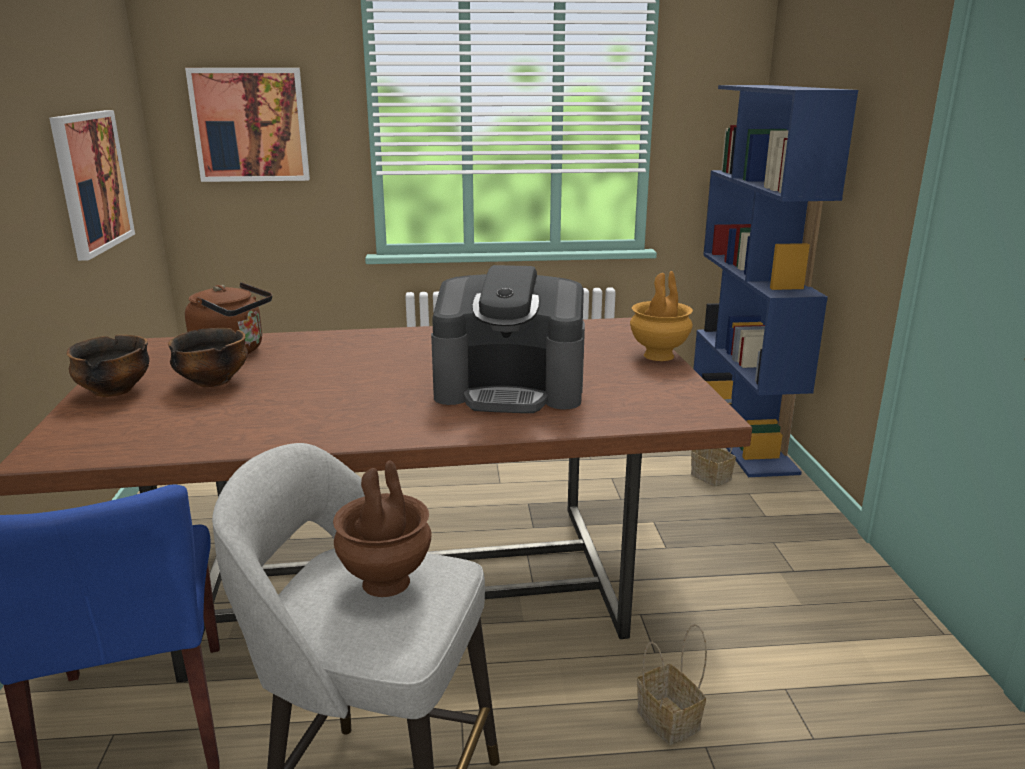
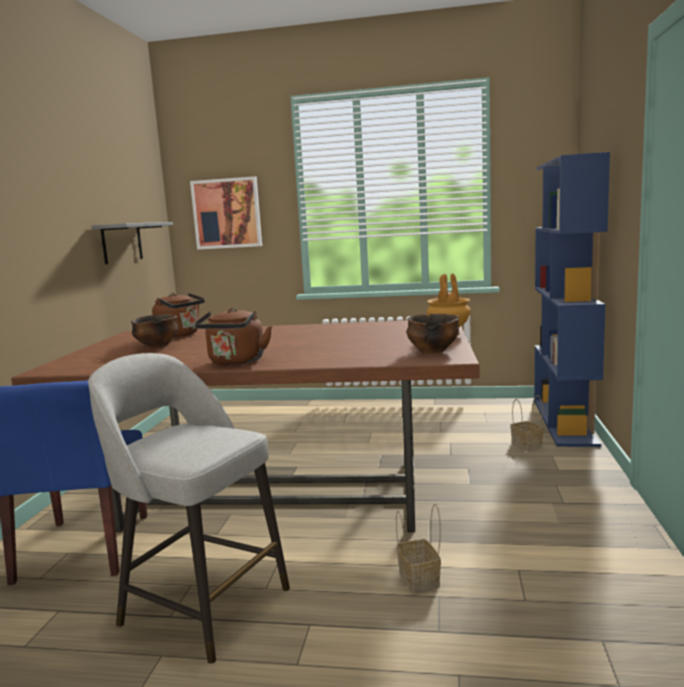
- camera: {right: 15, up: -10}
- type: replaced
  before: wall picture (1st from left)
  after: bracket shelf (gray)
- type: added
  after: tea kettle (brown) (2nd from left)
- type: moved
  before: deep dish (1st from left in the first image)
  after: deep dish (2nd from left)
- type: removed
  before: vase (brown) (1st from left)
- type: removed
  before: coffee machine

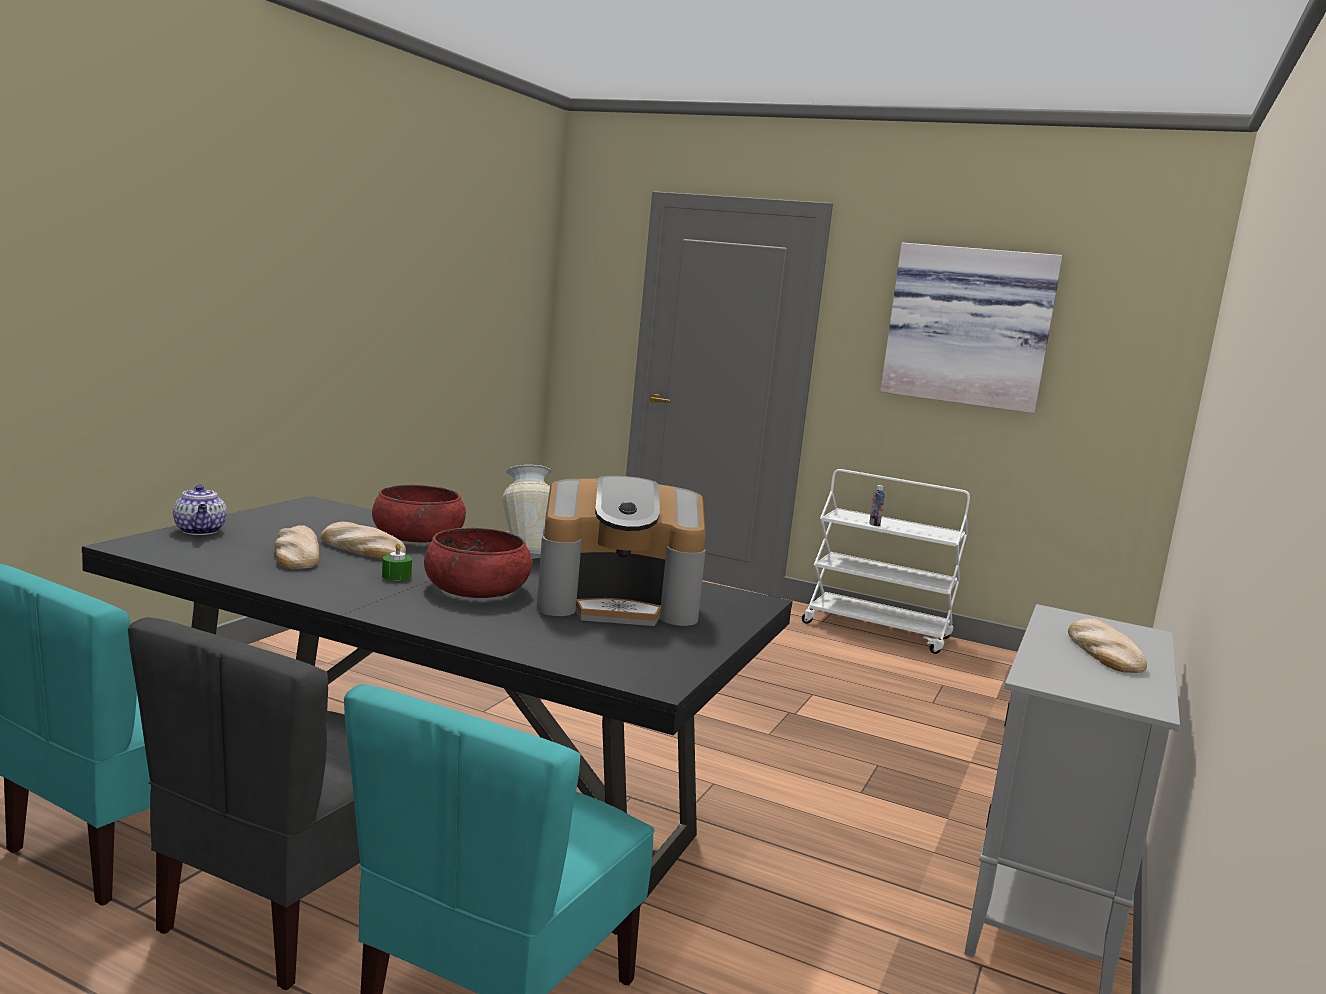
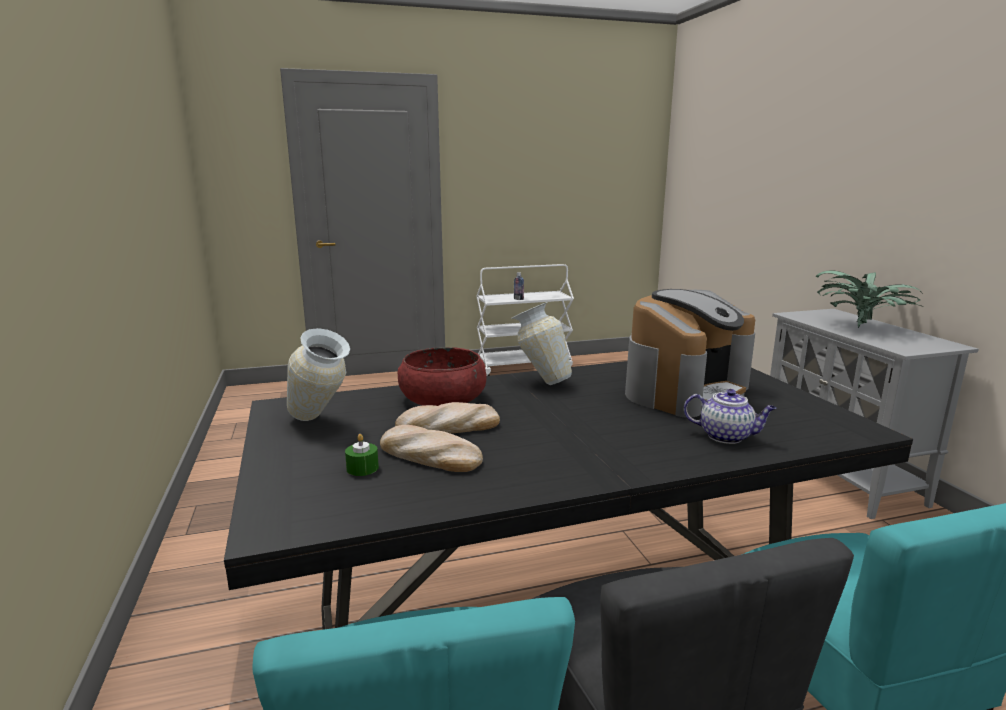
- camera: {right: -40, up: 5}
- type: added
  after: vase (1st from left)
- type: moved
  before: candle (greenish)
- type: moved
  before: pot for tea
- type: replaced
  before: bakery bread (3rd from left)
  after: plant in a pot
- type: removed
  before: deep dish (reddish) (2nd from left)
- type: removed
  before: wall picture

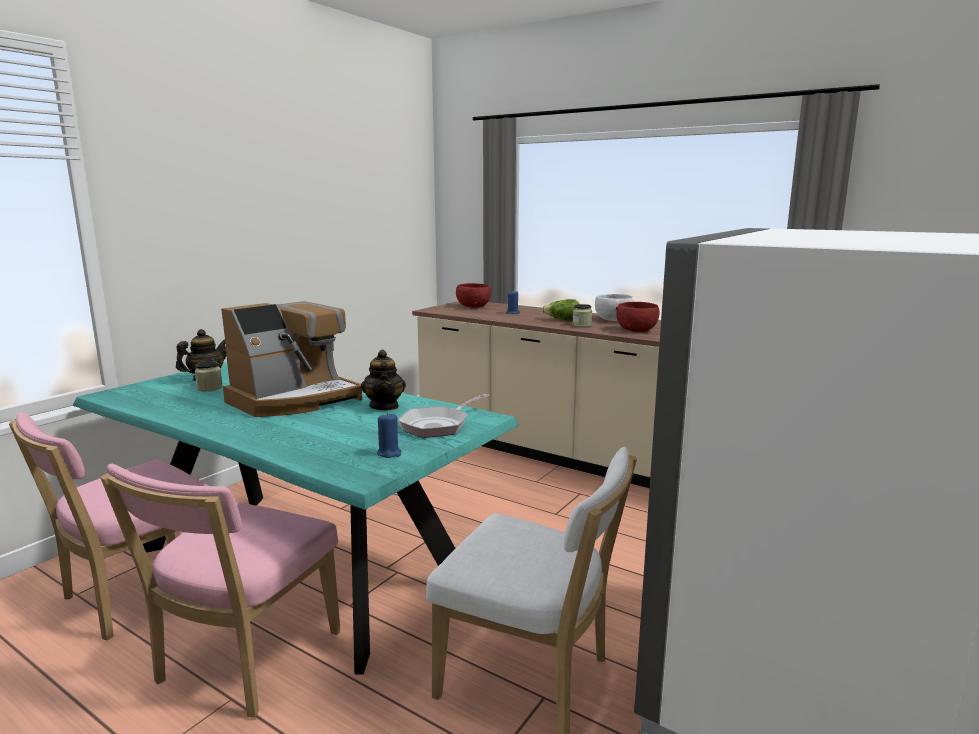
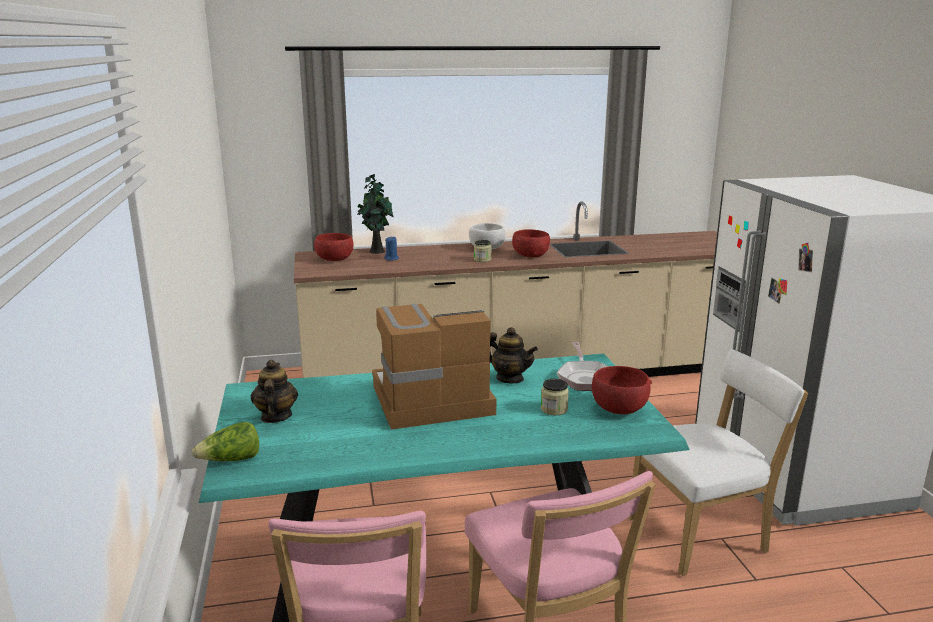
- camera: {right: -45, up: 5}
- type: moved
  before: lettuce
- type: added
  after: plant in a pot
- type: turned
  before: coffee machine
  turn: -105
- type: moved
  before: preserve jar (1st from left in the first image)
  after: preserve jar (2nd from left)
- type: replaced
  before: candle (blue) (1st from left)
  after: deep dish (reddish) (3rd from left)

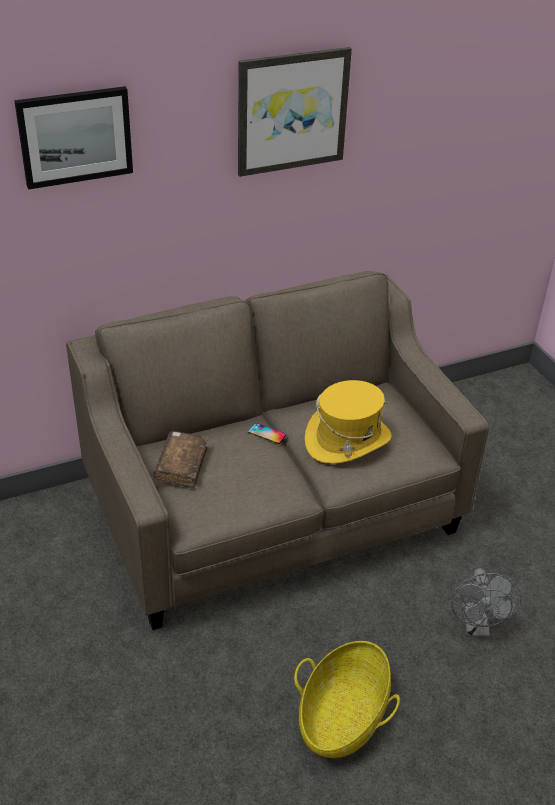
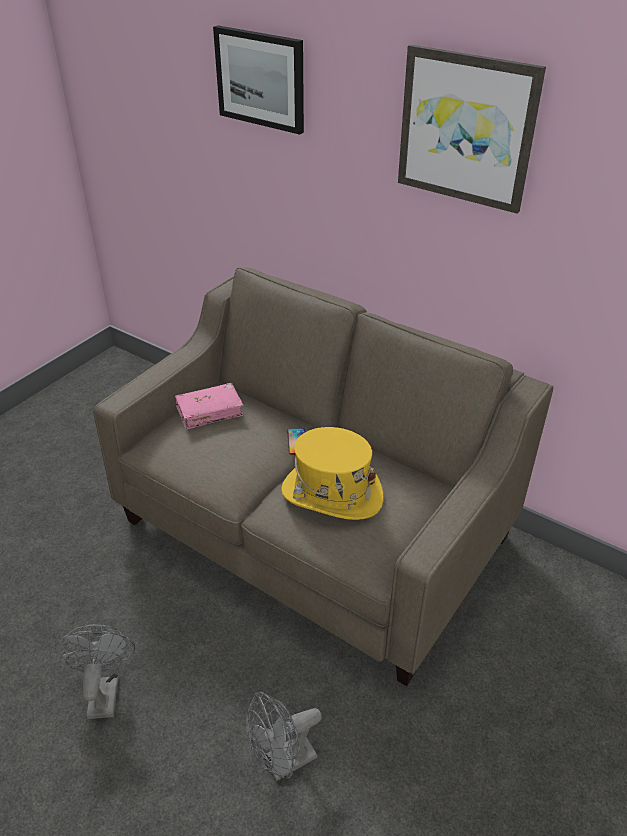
- camera: {right: 60, up: 0}
- type: replaced
  before: storage basket
  after: cooling fan (gray) (1st from left)
- type: recoloured
  before: bound book (brown)
  after: bound book (pink-coloured)

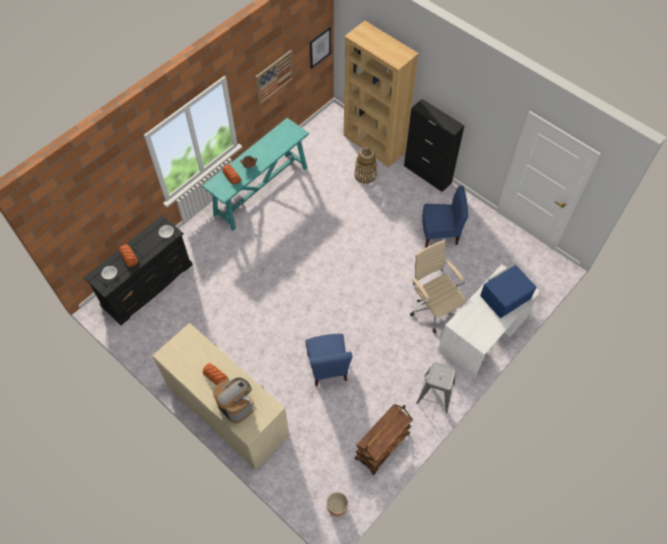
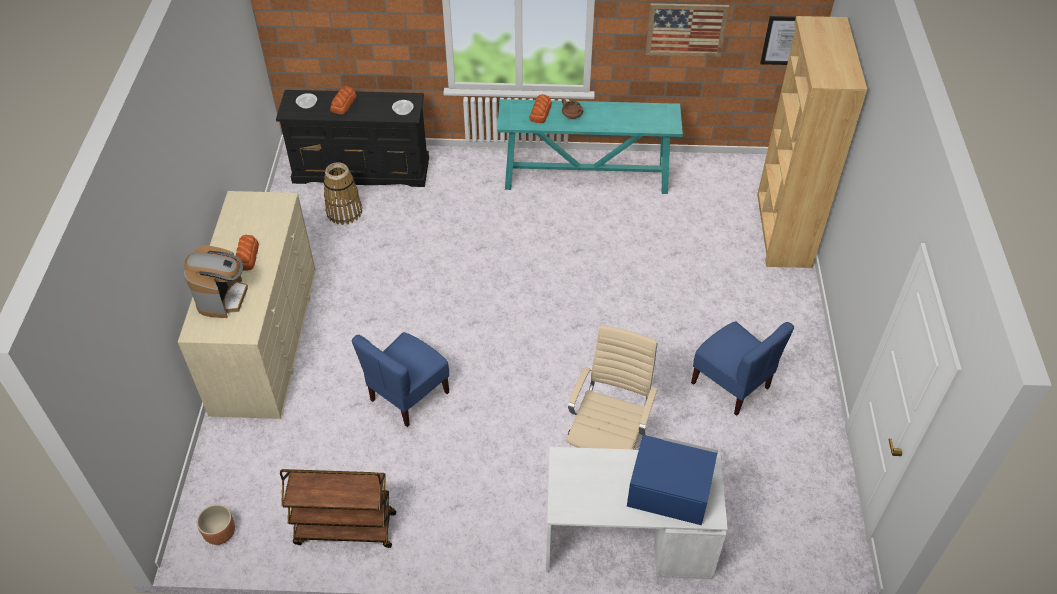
- camera: {right: 50, up: -10}
- type: moved
  before: storage basket
- type: removed
  before: cupboard (blackish)
- type: removed
  before: stool (gray)

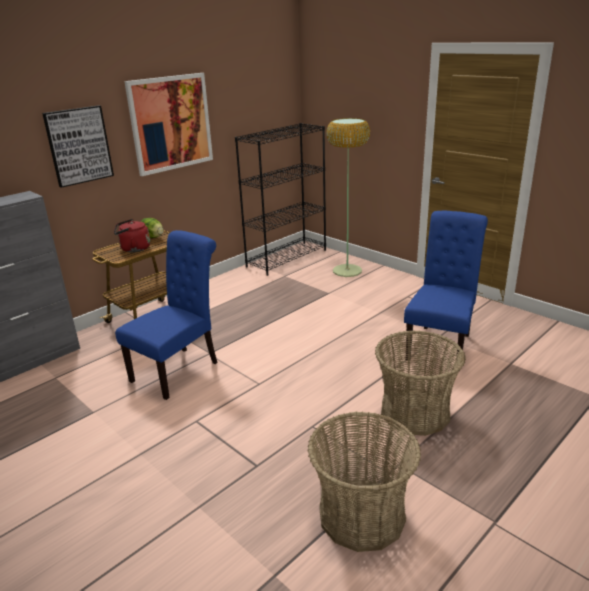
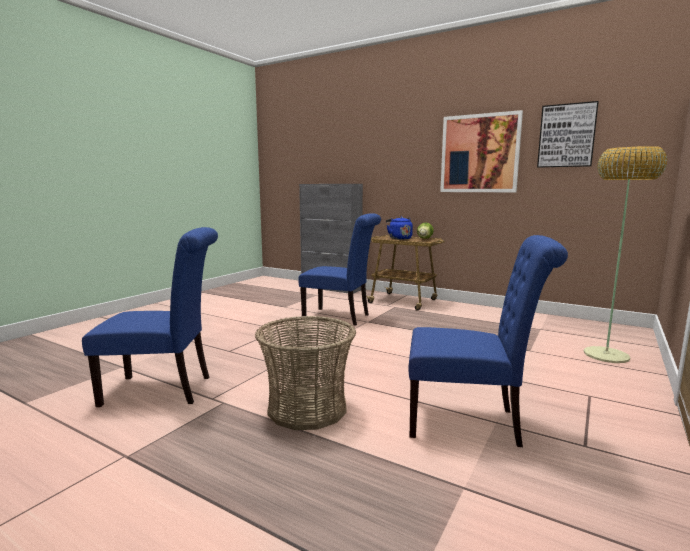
- camera: {right: 75, up: -15}
- type: replaced
  before: storage basket (1st from left)
  after: plain chair (blue) (1st from left)
- type: recoloured
  before: tea kettle (reddish)
  after: tea kettle (blue)
- type: moved
  before: wall picture (1st from left in the first image)
  after: wall picture (2nd from left)
- type: removed
  before: bookshelf (blackish)

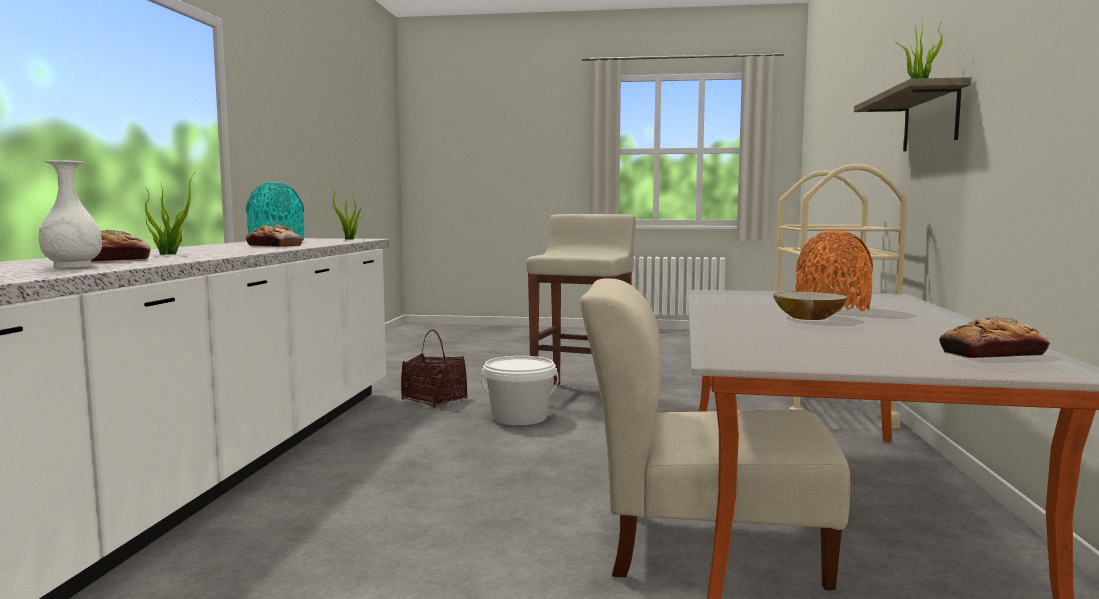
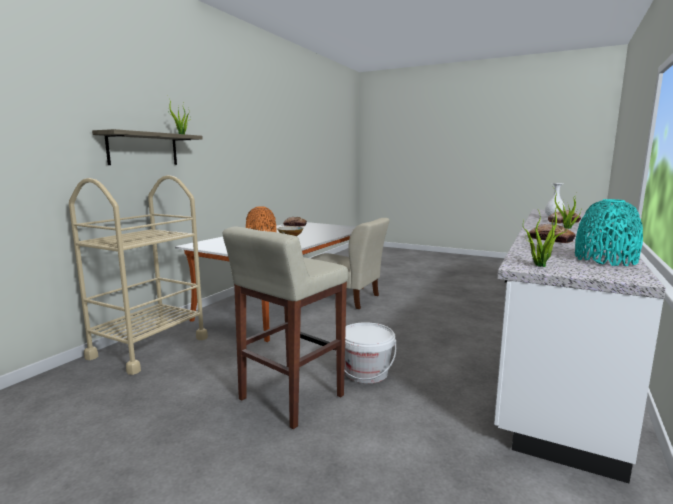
- camera: {right: -160, up: 5}
- type: removed
  before: storage basket

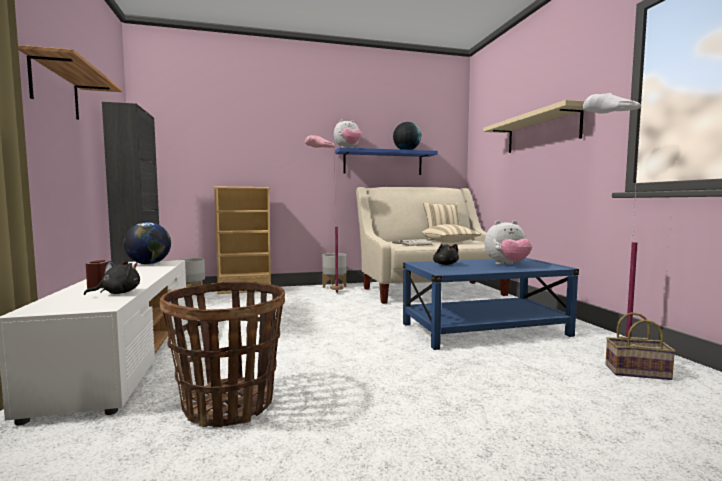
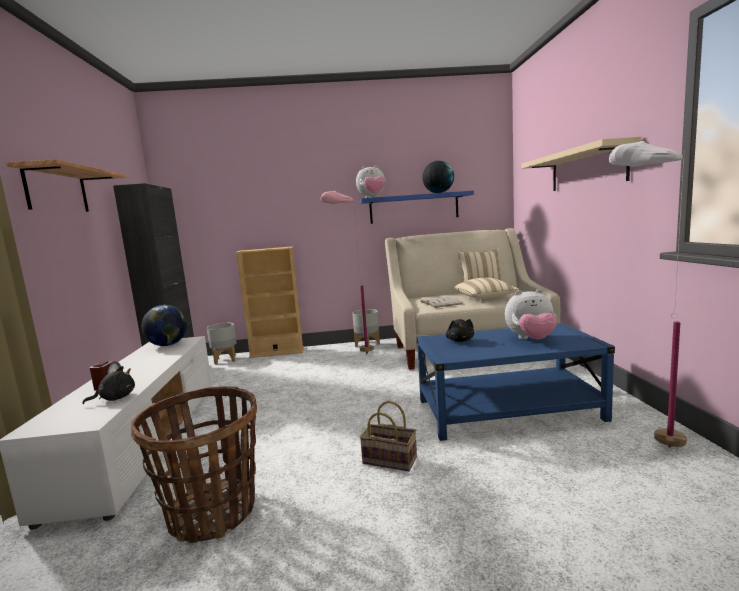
- camera: {right: 10, up: 5}
- type: moved
  before: storage basket (2nd from left)

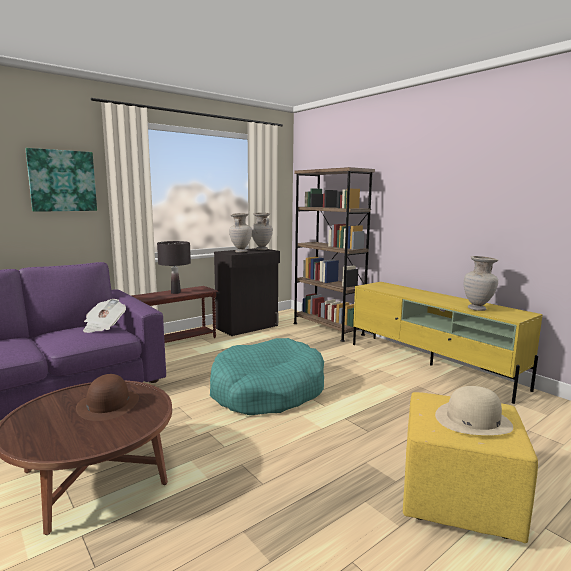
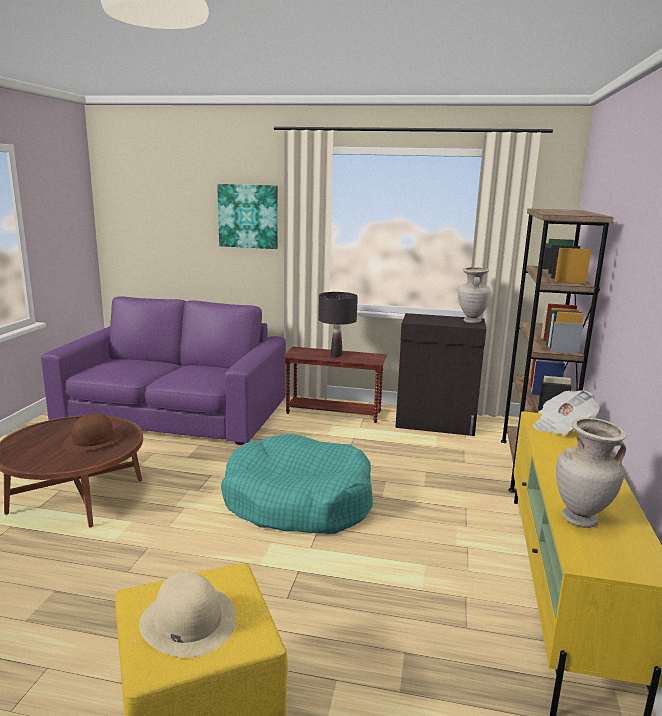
- camera: {right: 50, up: 5}
- type: moved
  before: printed paper
- type: removed
  before: vase (sand-coloured) (1st from left)

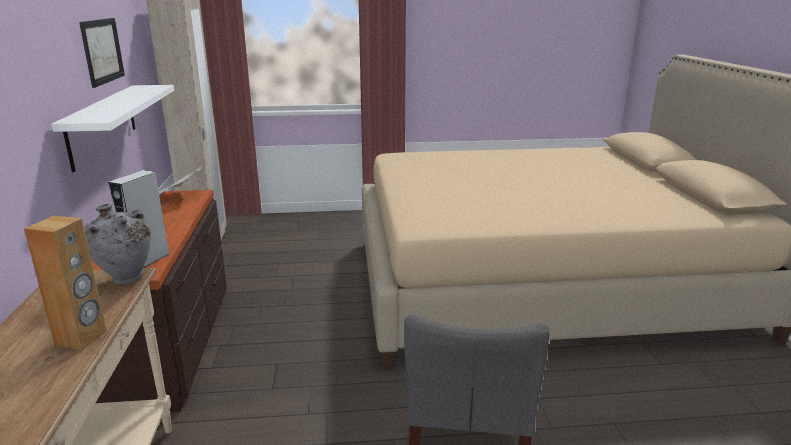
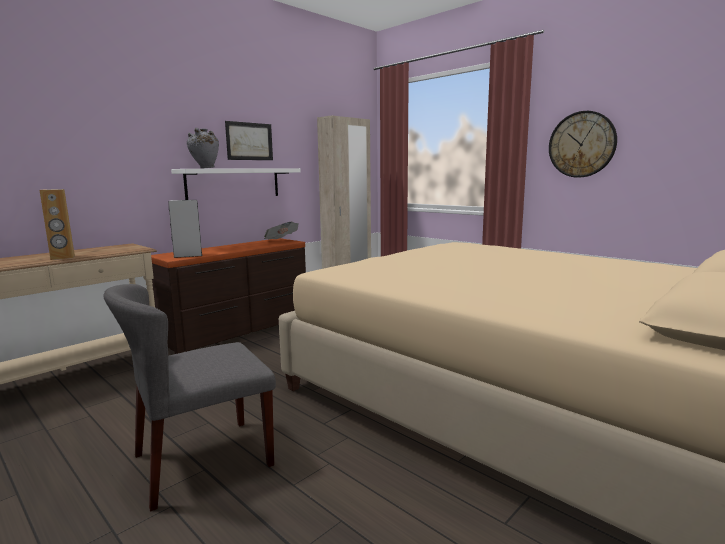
- camera: {right: 50, up: -10}
- type: moved
  before: vase (gray)
- type: added
  after: hanging clock

